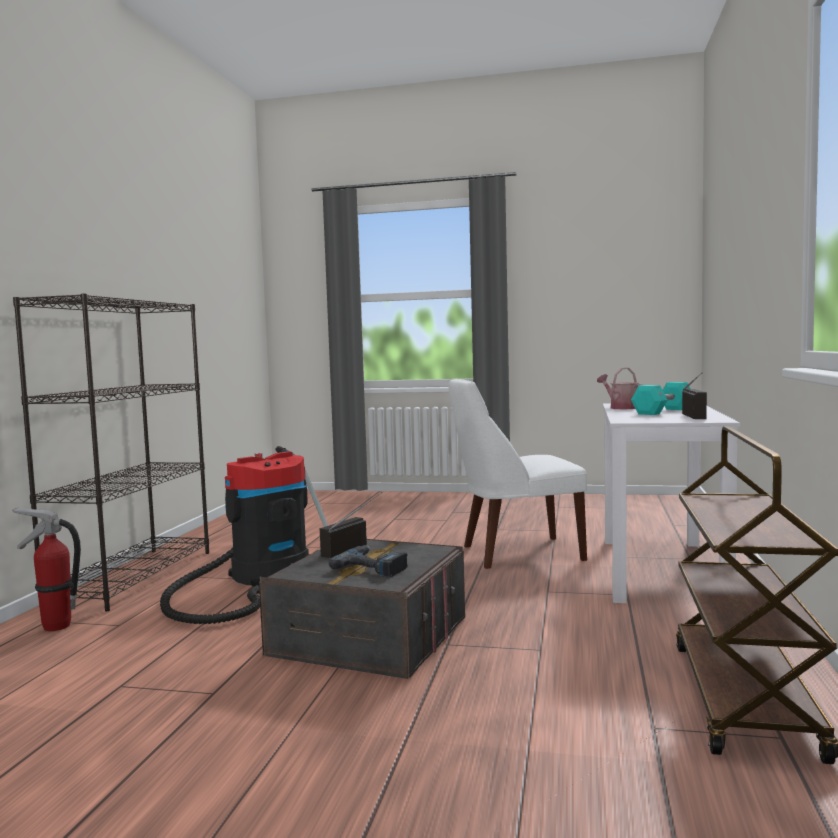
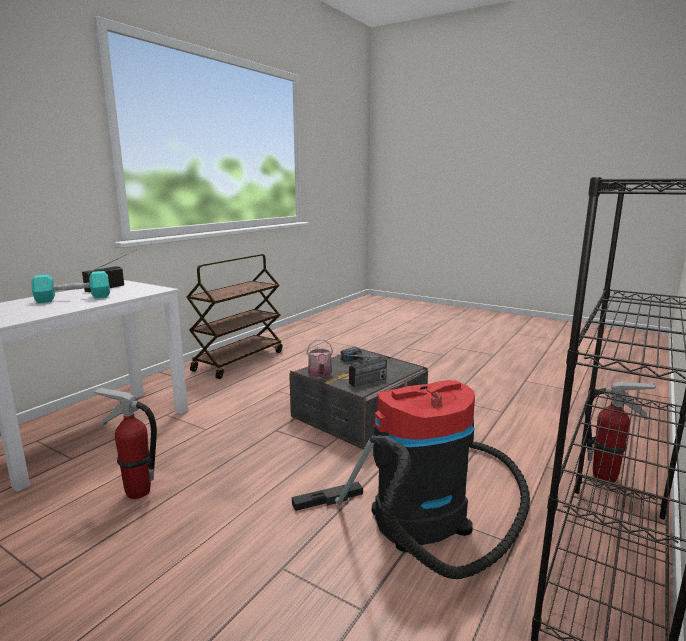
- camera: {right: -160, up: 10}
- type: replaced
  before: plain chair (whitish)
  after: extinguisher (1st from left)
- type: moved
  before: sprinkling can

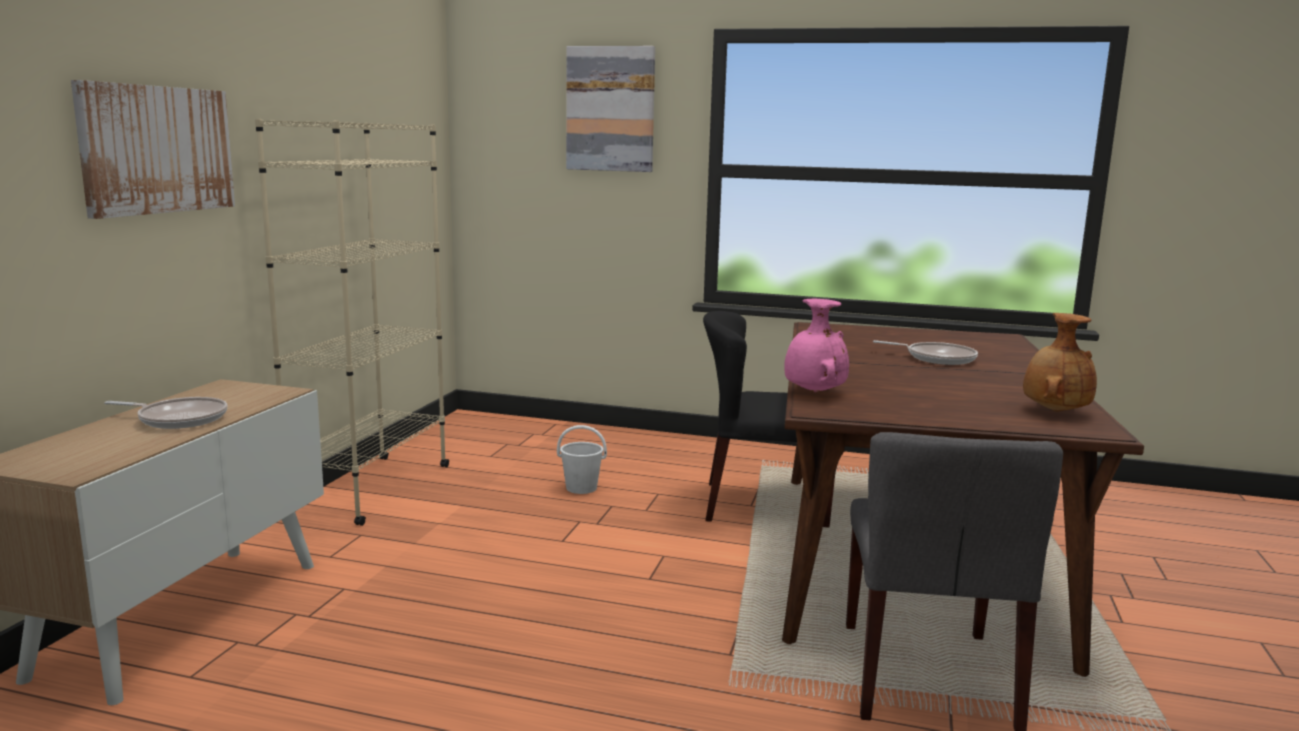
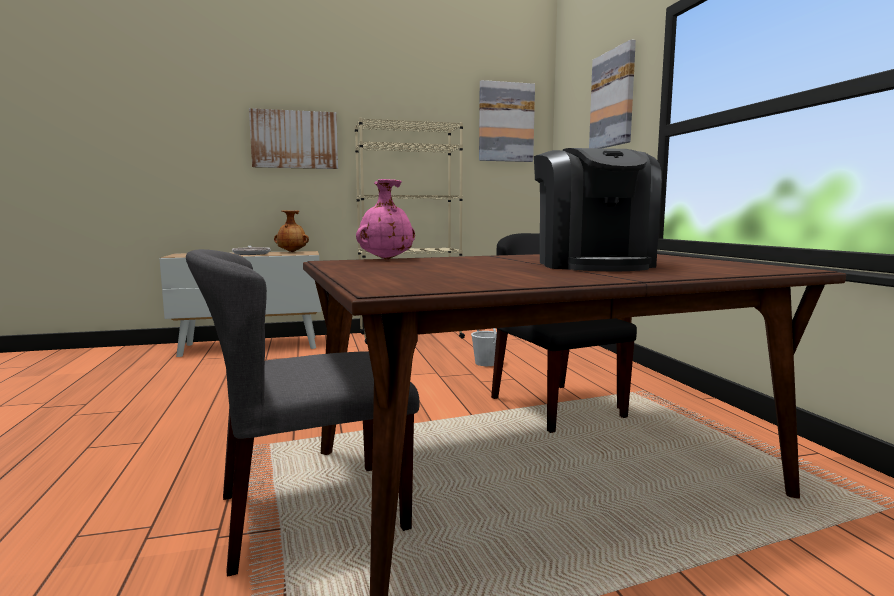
- camera: {right: 60, up: -5}
- type: moved
  before: vase (brown)
- type: added
  after: wall picture (2nd from left)
- type: replaced
  before: skillet (2nd from left)
  after: coffee machine

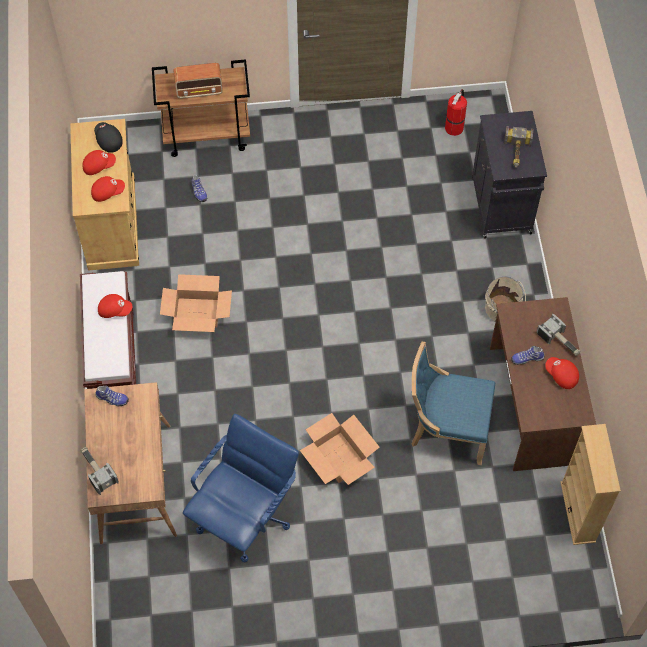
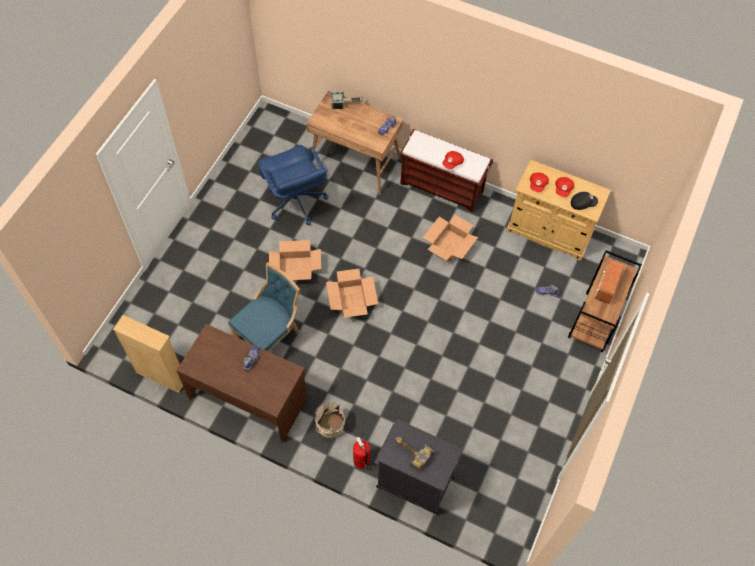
- camera: {right: 120, up: 0}
- type: added
  after: carton (2nd from left)
- type: moved
  before: extinguisher
- type: removed
  before: tool hammer (3rd from left)
- type: removed
  before: peaked cap (reddish) (4th from left)

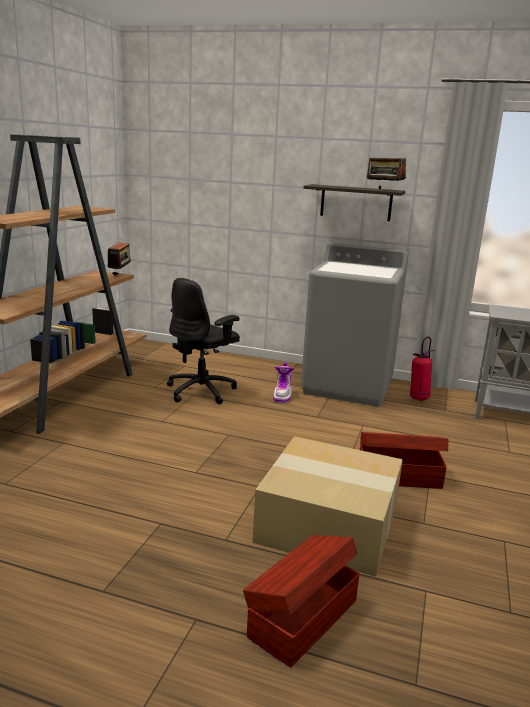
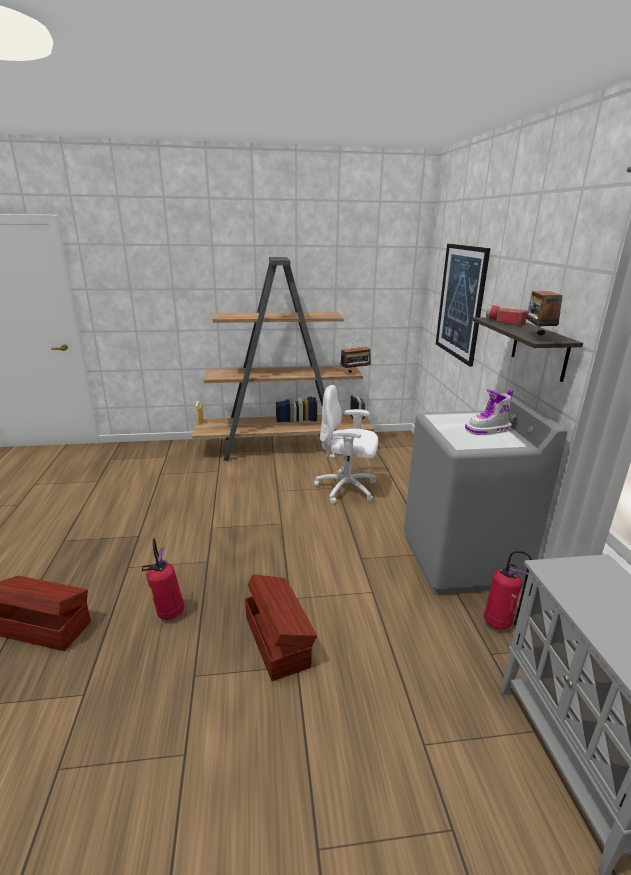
- camera: {right: 65, up: 5}
- type: replaced
  before: carton
  after: extinguisher (1st from left)
- type: recoloured
  before: office chair (blackish)
  after: office chair (whitish)
- type: added
  after: wall picture
- type: moved
  before: boot
- type: added
  after: flashlight

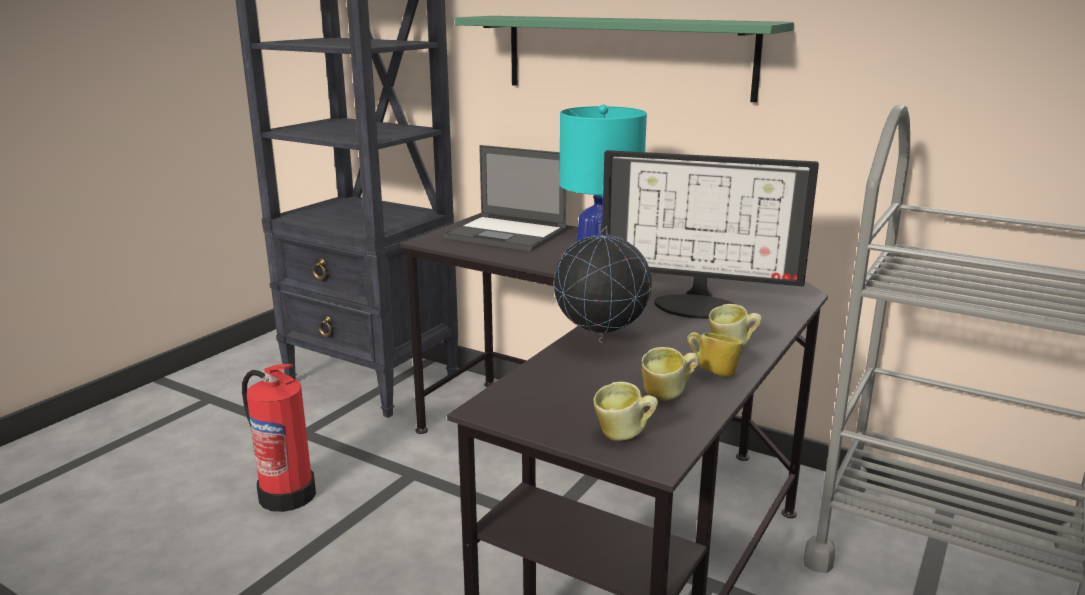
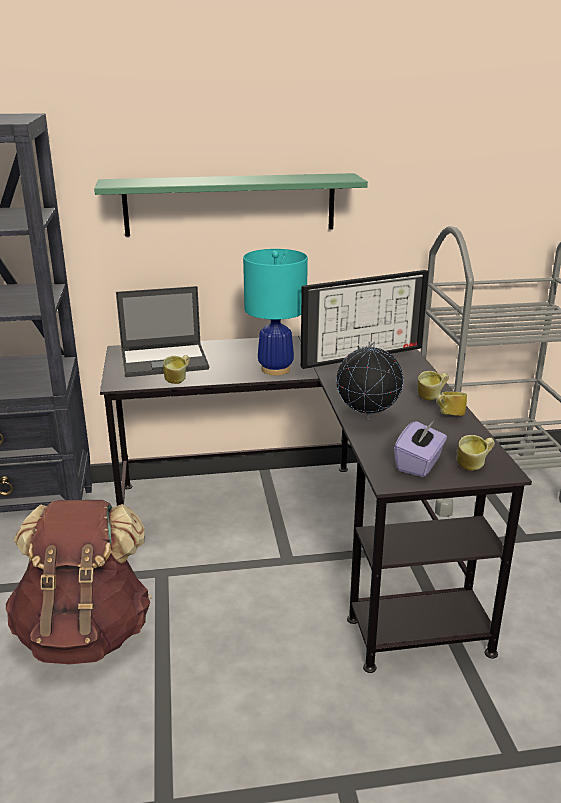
- camera: {right: -40, up: 5}
- type: replaced
  before: extinguisher
  after: backpack (brown)
- type: moved
  before: coffee mug (2nd from left in the first image)
  after: coffee mug (1st from left)
- type: added
  after: tissue box (purple-coloured)

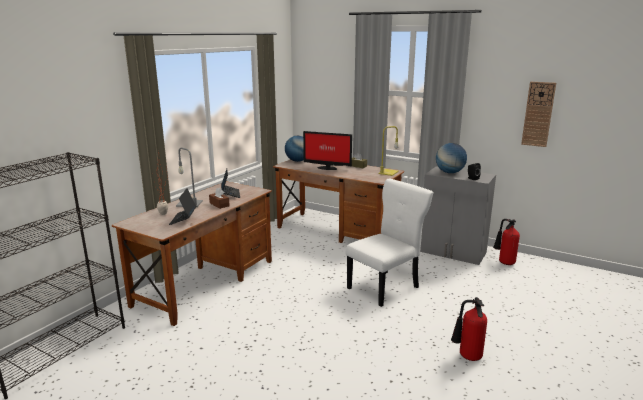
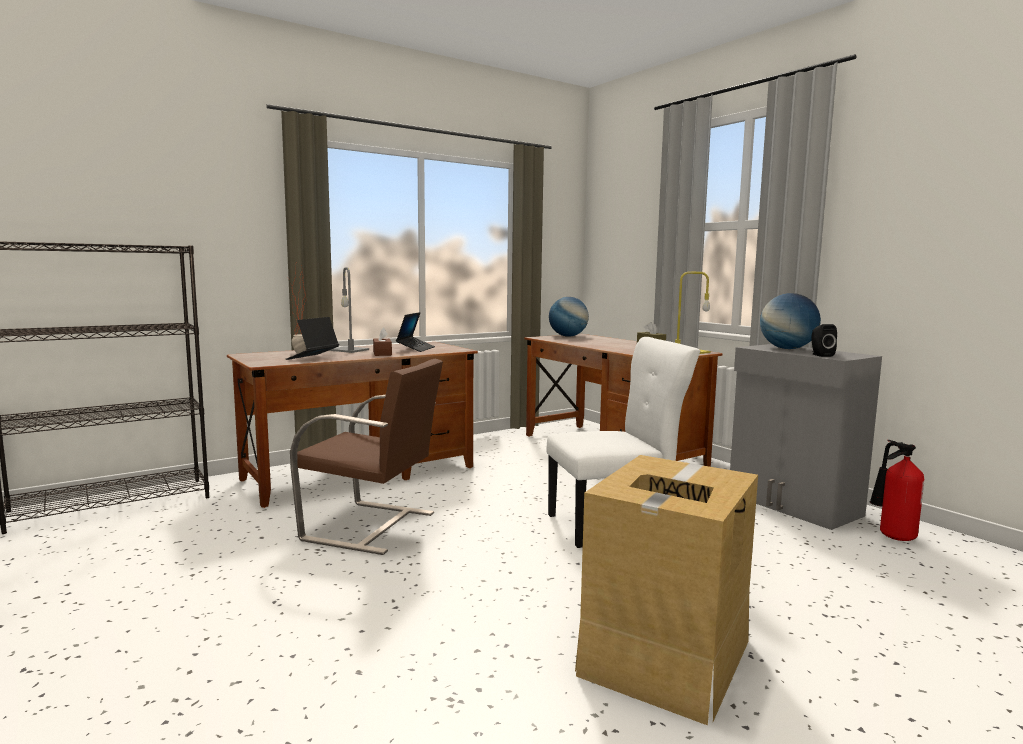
- camera: {right: 25, up: -10}
- type: added
  after: plain chair (brown)
- type: replaced
  before: extinguisher (1st from left)
  after: carton
- type: removed
  before: computer display
- type: removed
  before: hanging clock

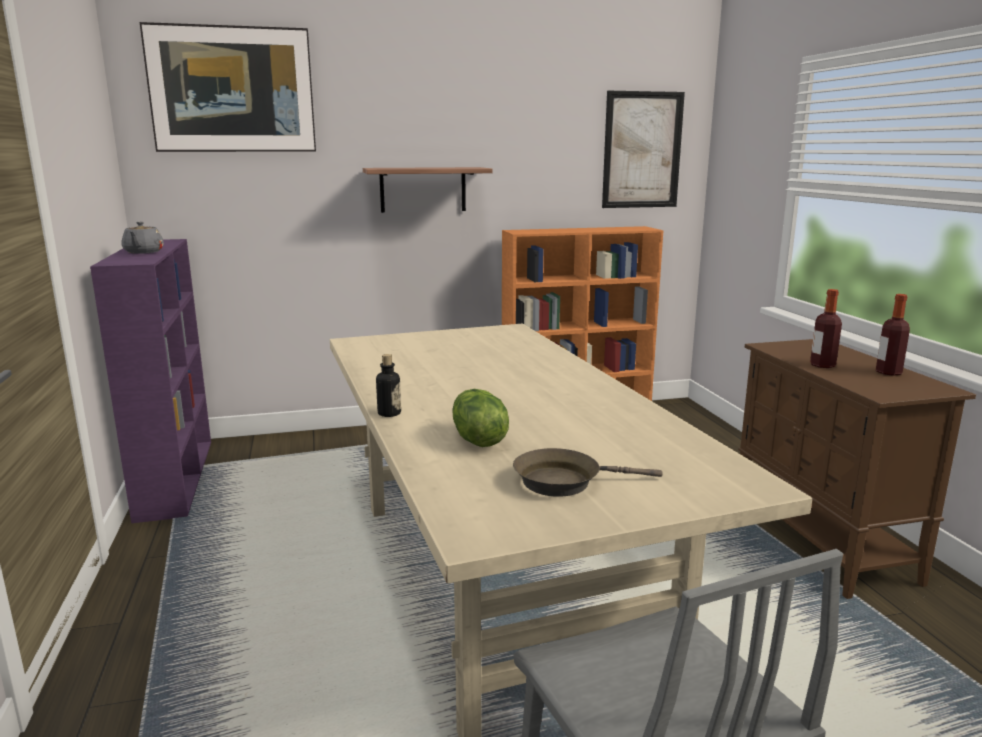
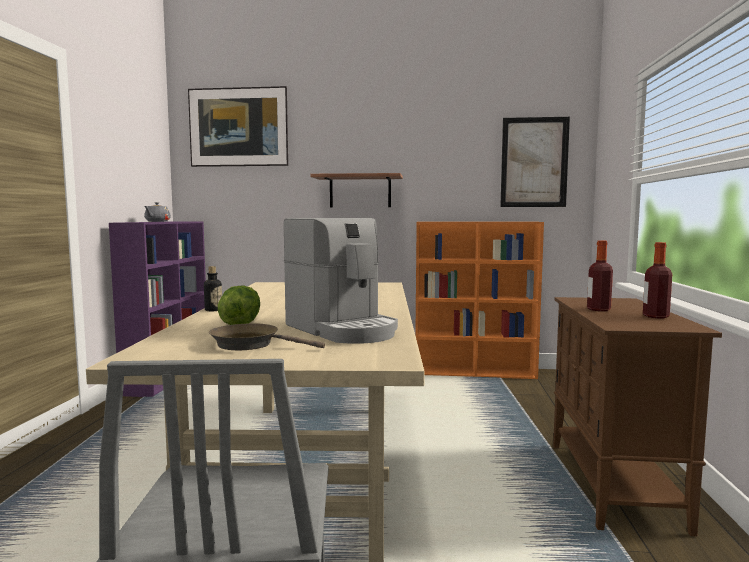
- camera: {right: 20, up: -10}
- type: added
  after: coffee machine

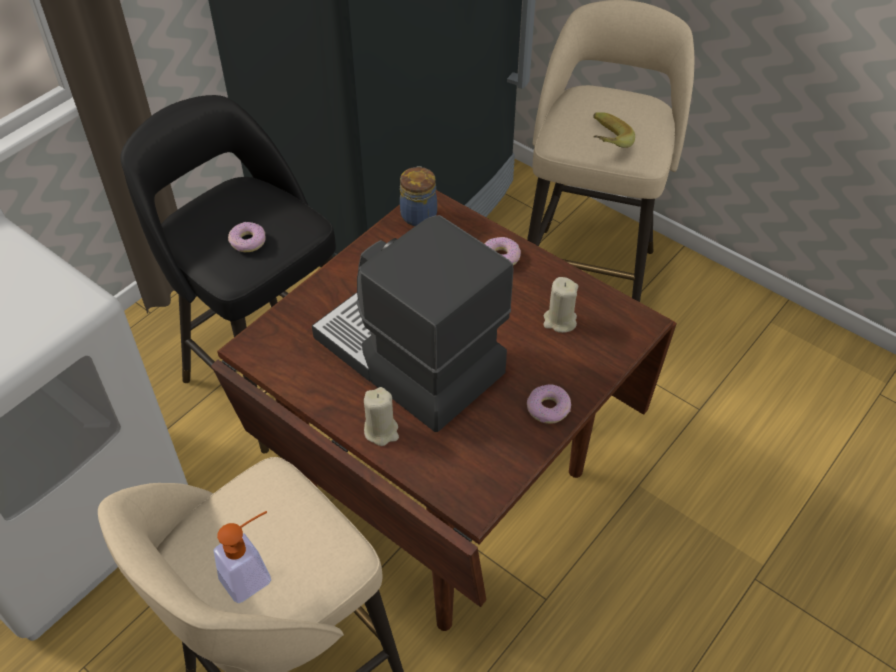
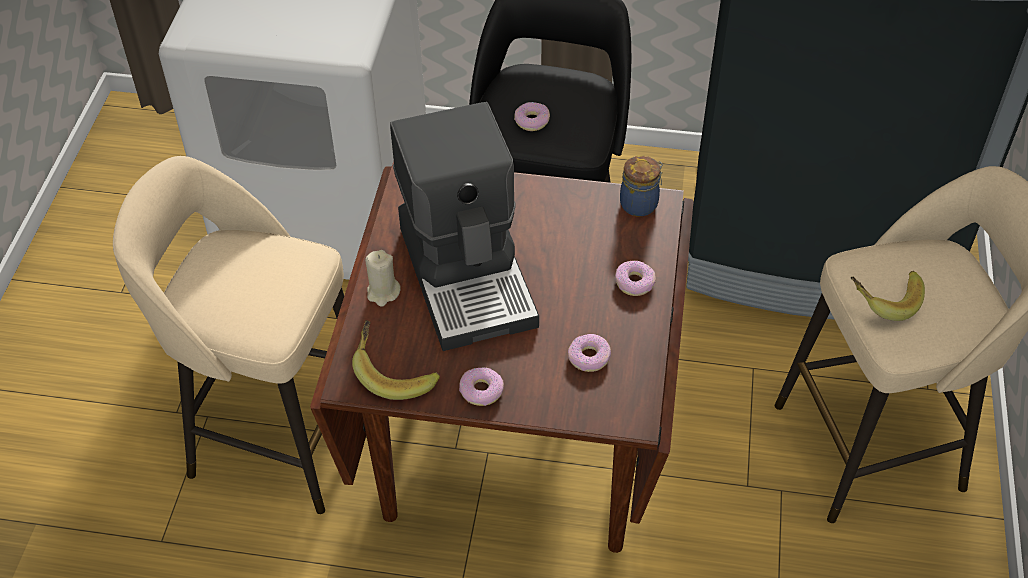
- camera: {right: 60, up: 0}
- type: added
  after: banana (1st from left)
- type: turned
  before: coffee machine
  turn: 150
- type: replaced
  before: candle (sand-coloured) (2nd from left)
  after: donut (3rd from left)
- type: removed
  before: soap dispenser

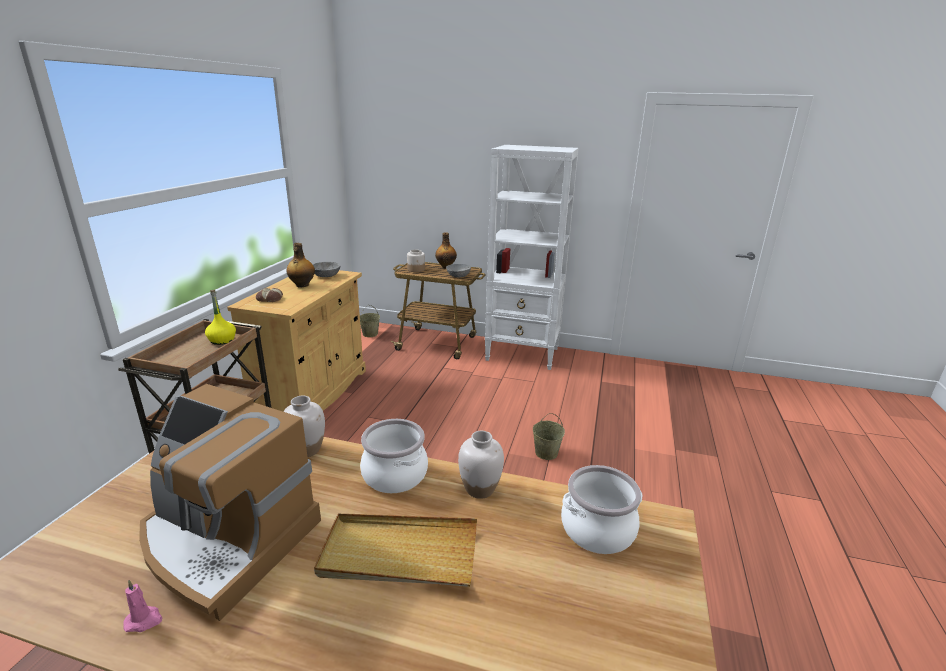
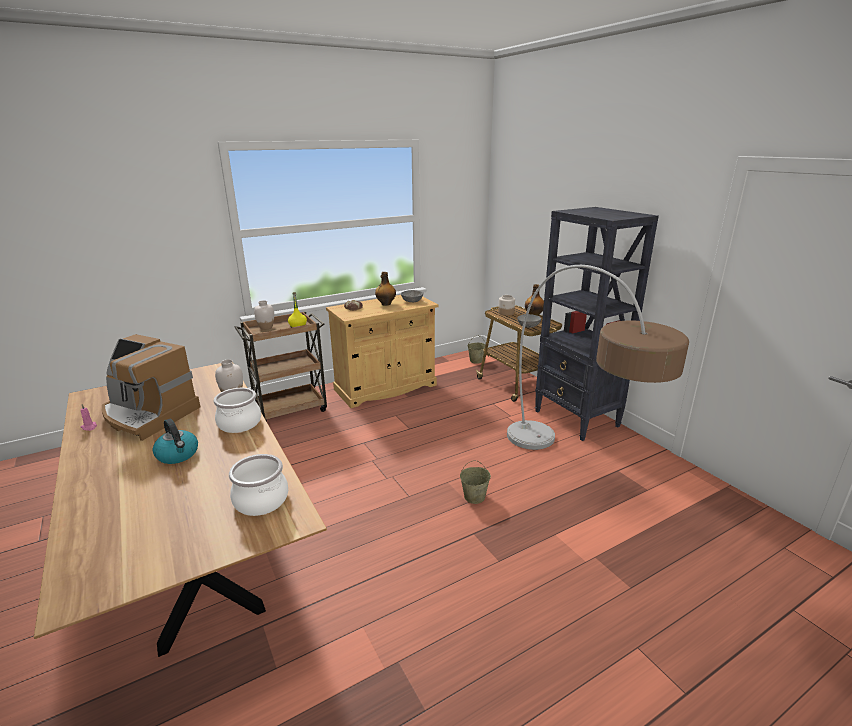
- camera: {right: 45, up: 0}
- type: turned
  before: coffee machine
  turn: -45
- type: replaced
  before: serving tray (sand-coloured)
  after: tea kettle
- type: moved
  before: vase (whitish) (2nd from left)
- type: added
  after: standing lamp
- type: recoloured
  before: bookshelf (whitish)
  after: bookshelf (blackish)

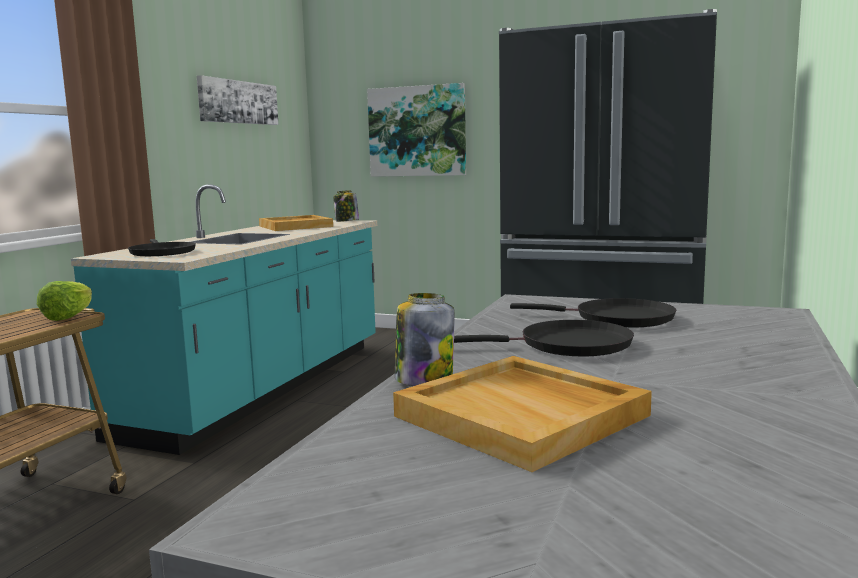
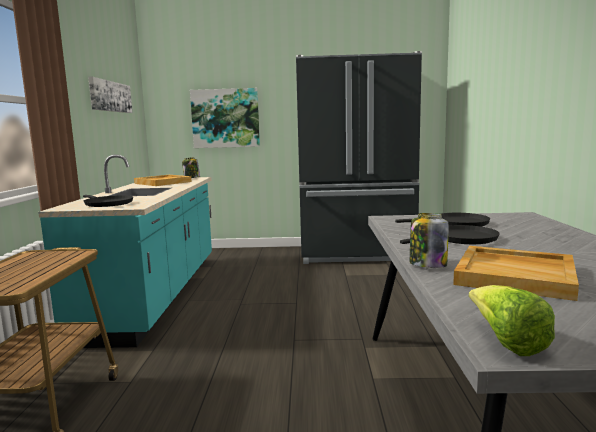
- camera: {right: -20, up: 0}
- type: moved
  before: lettuce

